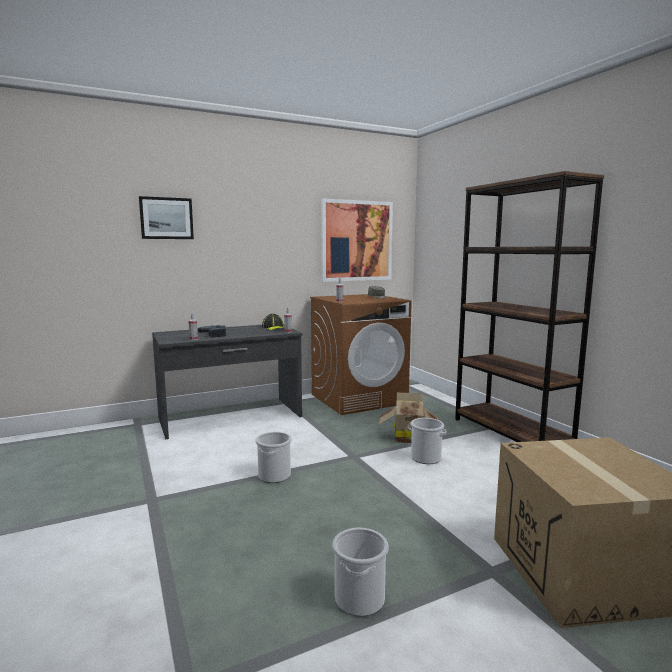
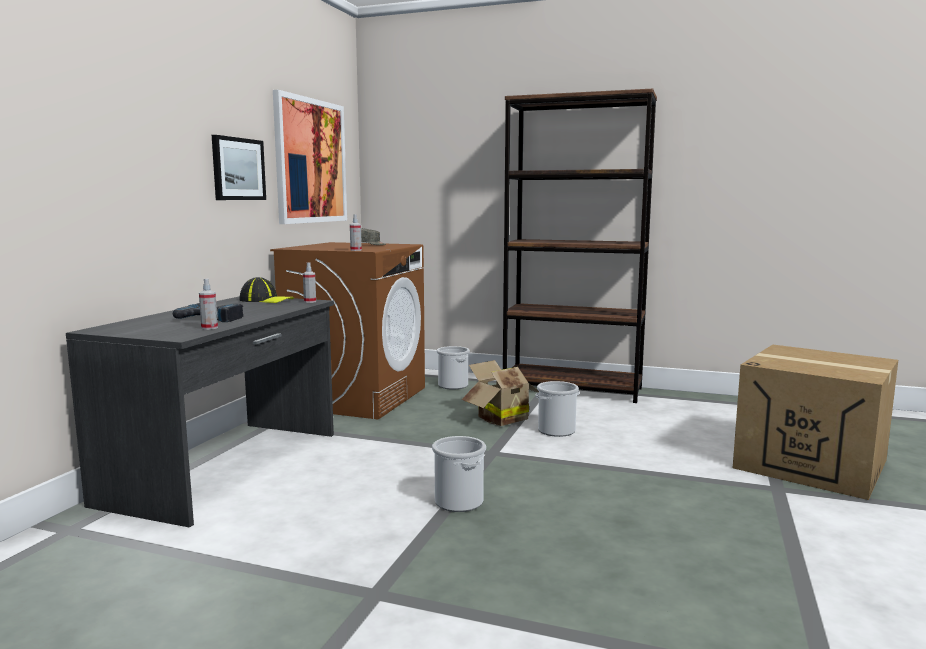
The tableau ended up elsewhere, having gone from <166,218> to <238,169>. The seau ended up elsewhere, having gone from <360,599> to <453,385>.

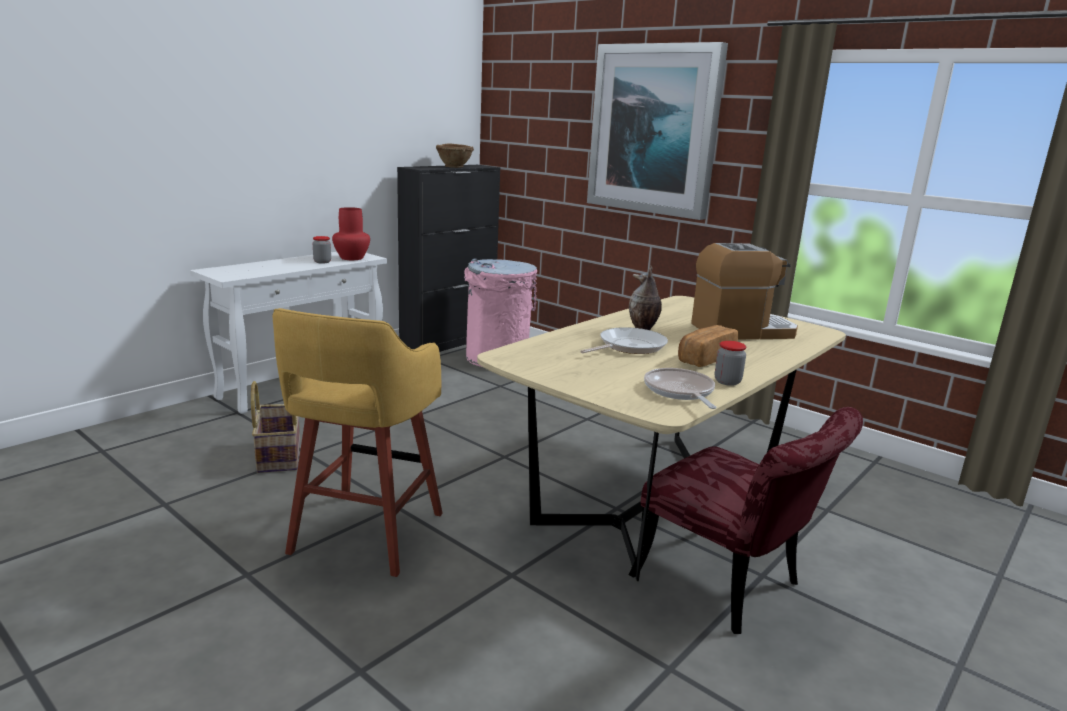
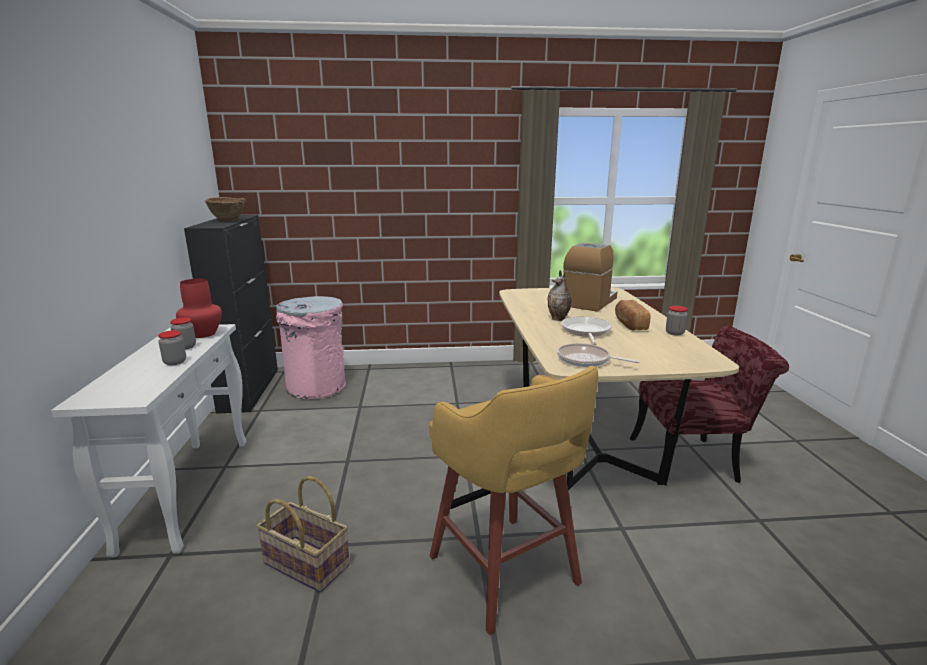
The second view gained the bocal at <175,362>. The poêle ended up elsewhere, having gone from <680,392> to <586,360>. The second view lost the tableau at <654,130>.

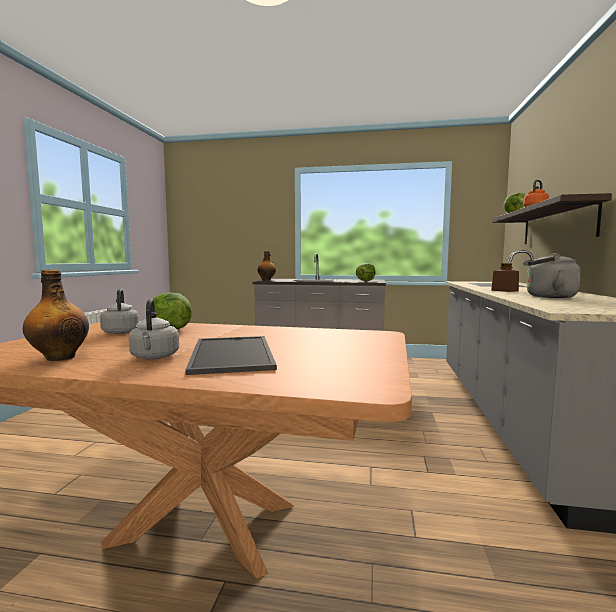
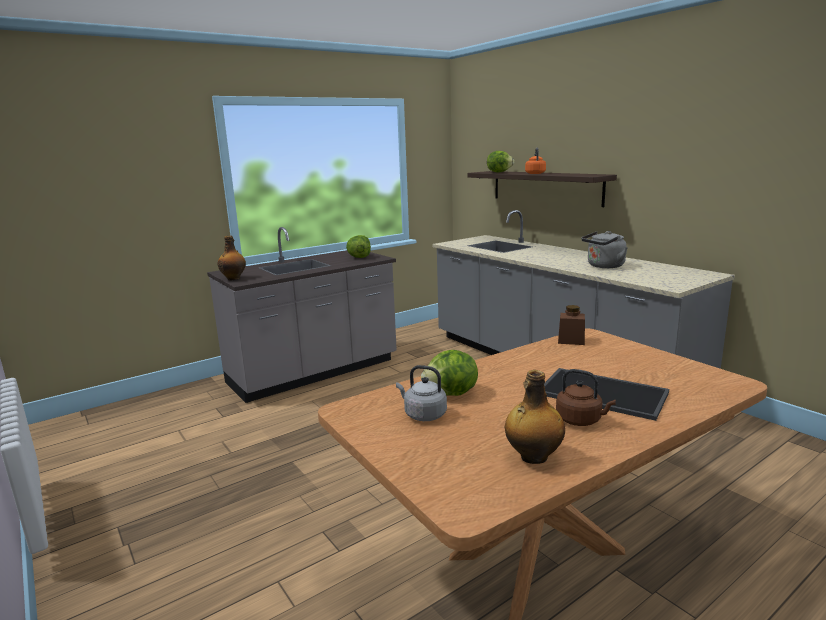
What was the bouilloire/gris at <154,357> turned into the bouilloire/marron at <581,420>. The bocal/marron ended up elsewhere, having gone from <504,290> to <571,340>.

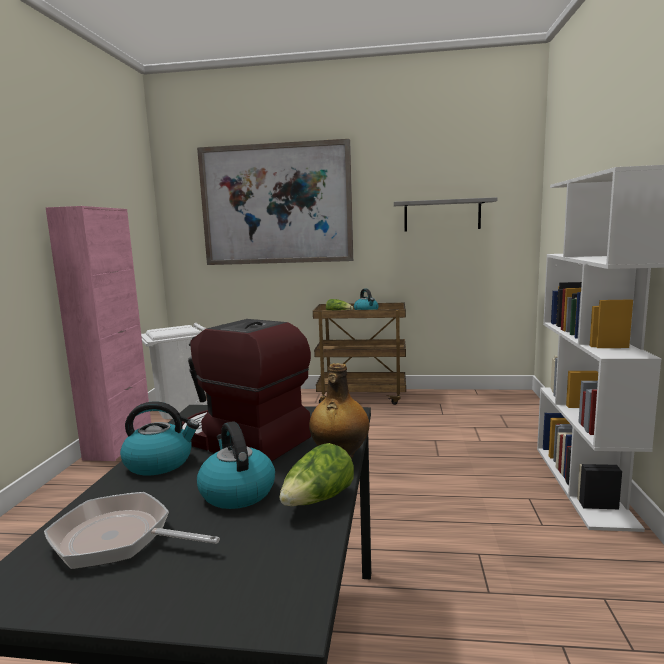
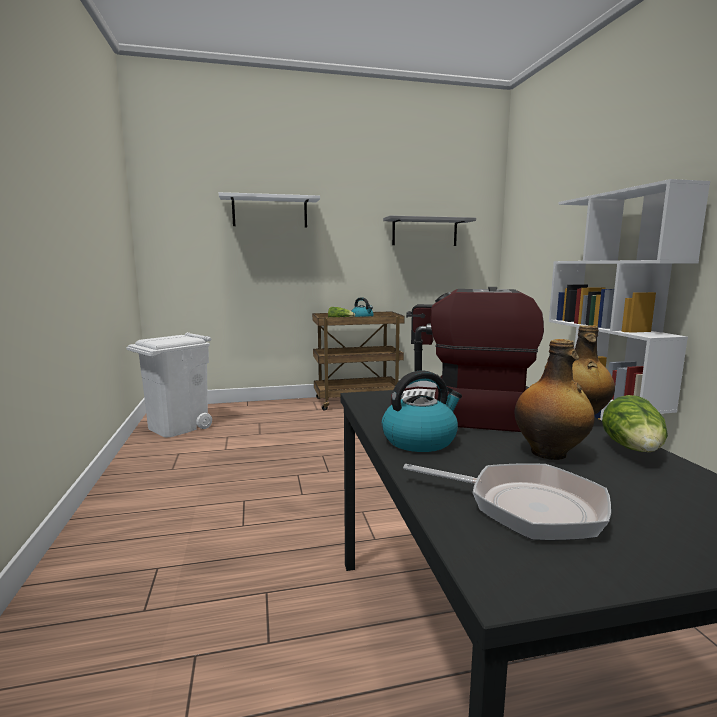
Where the tableau hung at <277,204>, the étagère/blanc came to hang at <270,212>. The poêle at <118,539> ended up facing another way, 150 degrees counterclockwise from before. Where the bouilloire stood at <236,492>, the bouteille came to stand at <550,453>. The second view lost the meuble de rangement/rose at <119,444>.

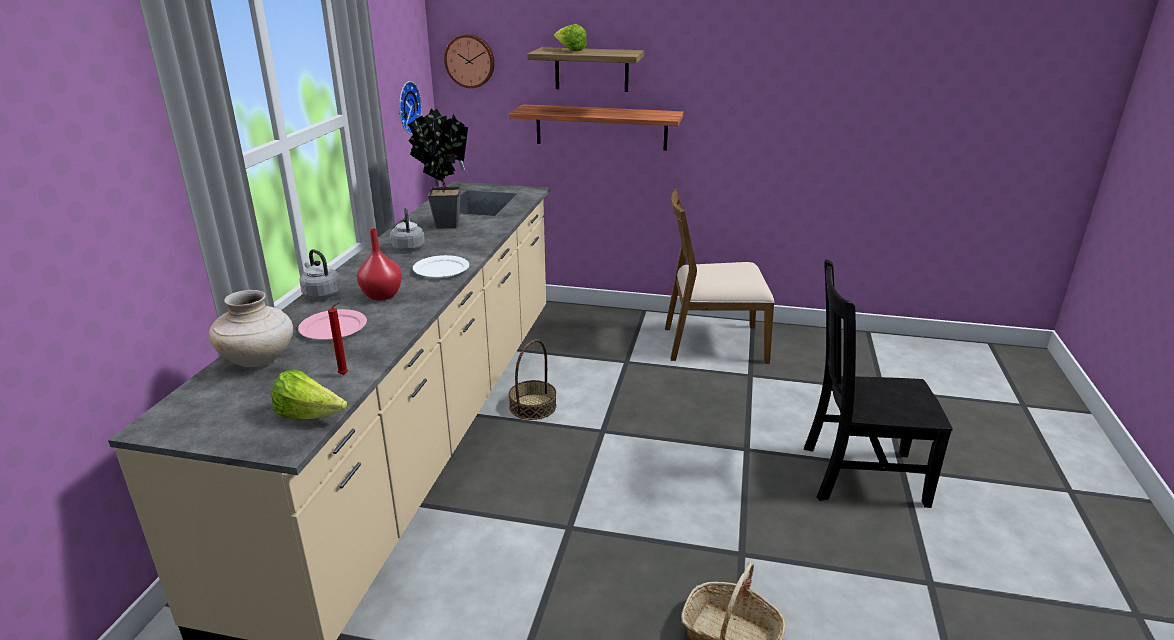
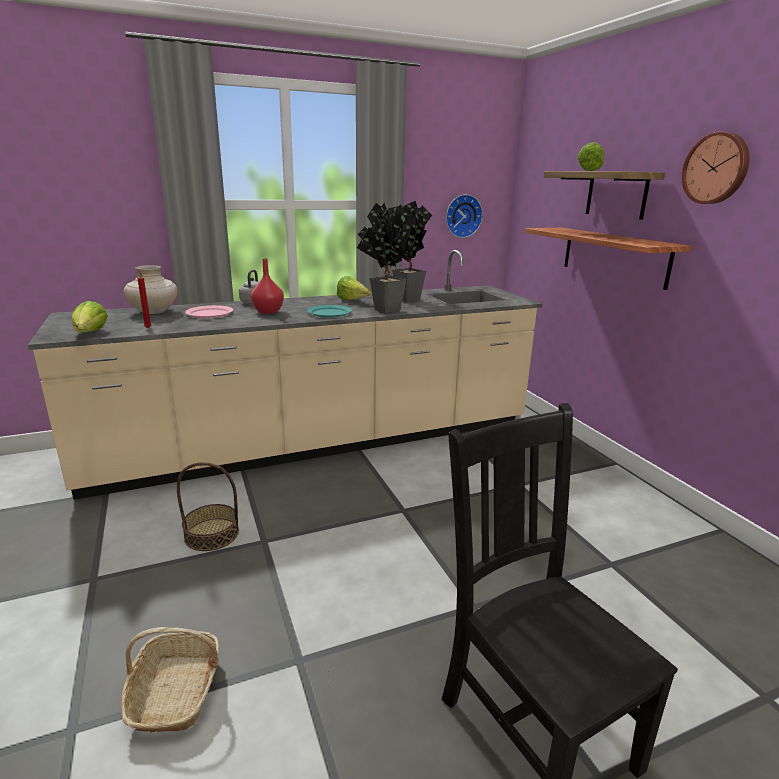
The panier ended up elsewhere, having gone from <532,406> to <212,534>. What was the assiette/blanc at <441,269> turned into the assiette/turquoise at <330,313>. Where the bouilloire/gris stood at <408,247>, the laitue came to stand at <352,301>. The second view gained the plante en pot at <382,310>. The horloge murale ended up elsewhere, having gone from <470,61> to <716,168>. The second view lost the chaise/marron at <713,343>.

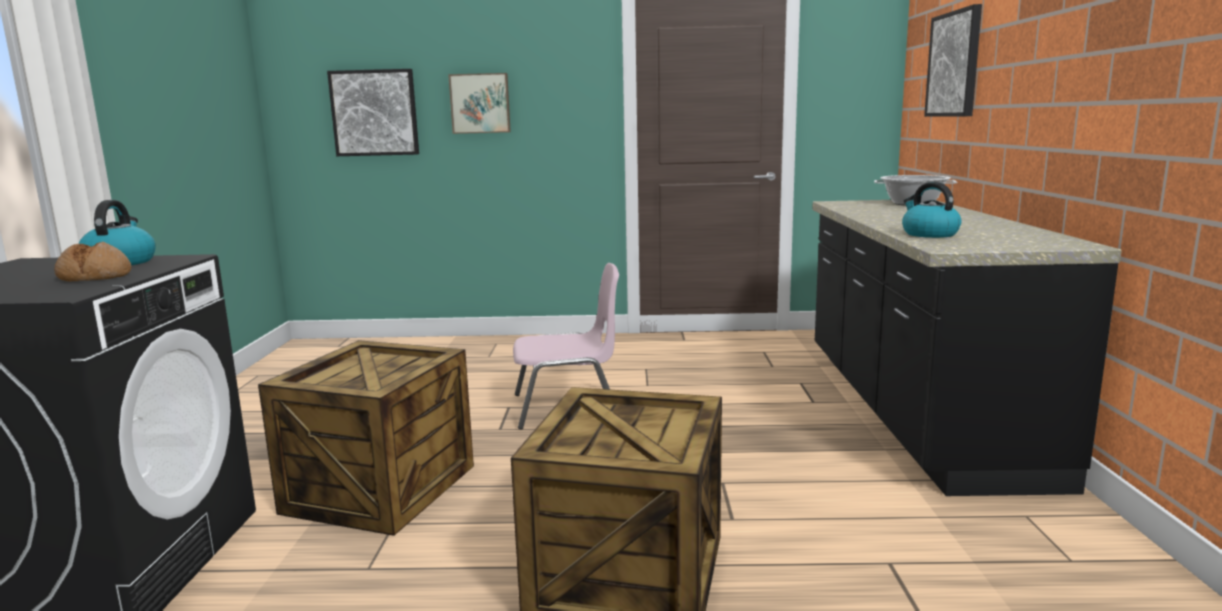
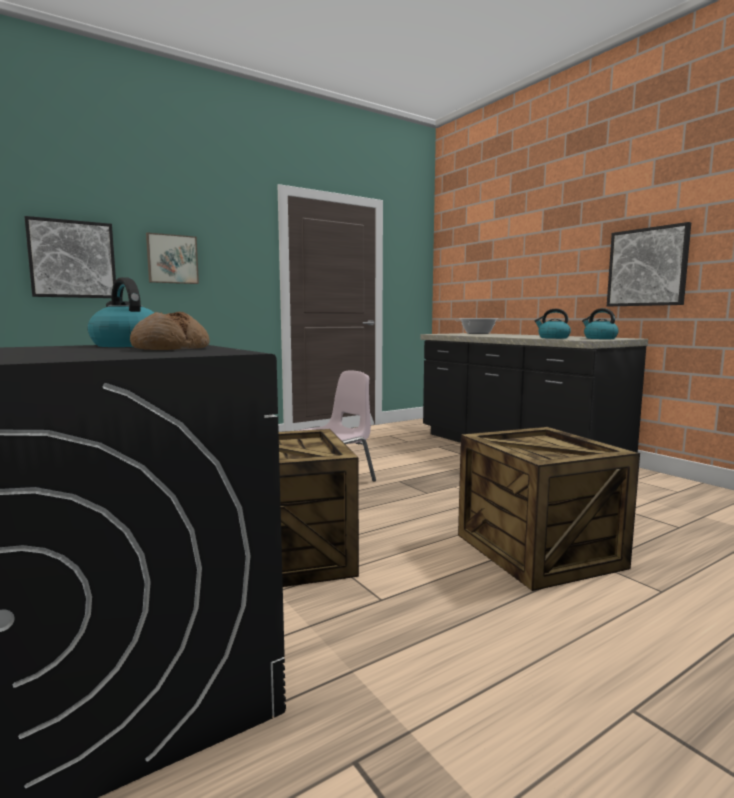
The second view gained the bouilloire at <599,338>. The tableau ended up elsewhere, having gone from <954,64> to <647,267>.

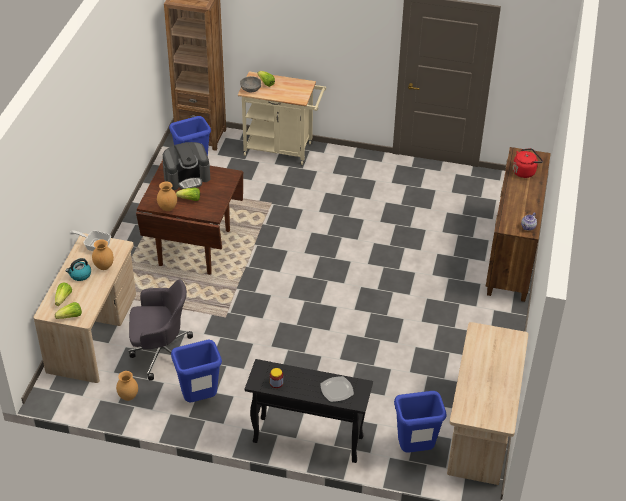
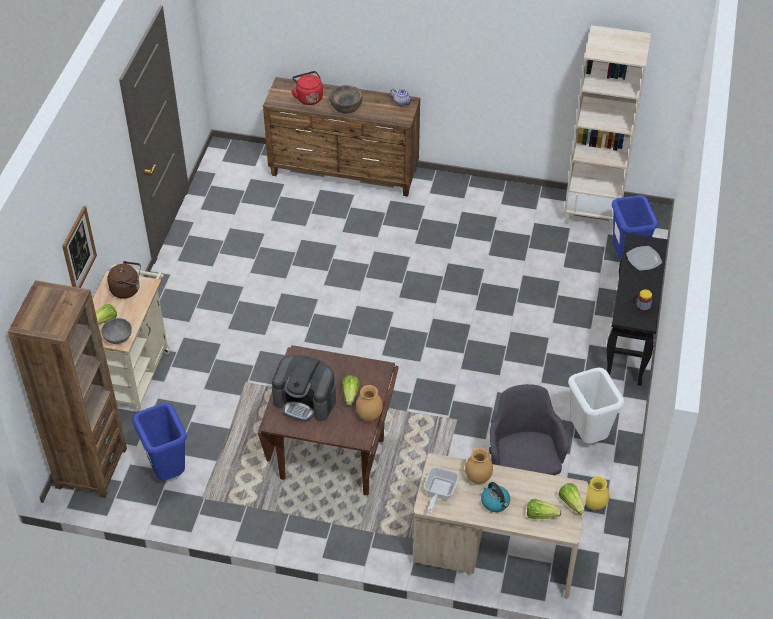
The second view gained the tableau at <78,250>. The second view gained the bouilloire/marron at <127,289>. The machine à café at <187,177> ended up facing another way, 135 degrees clockwise from before. The second view gained the bol/marron at <346,106>. Where the bureau/beige stood at <481,429>, the bibliothèque/beige came to stand at <593,212>. What was the poubelle/bleu at <199,399> turned into the poubelle/blanc at <588,436>. What was the vase/marron at <128,397> turned into the vase/jaune at <594,505>.

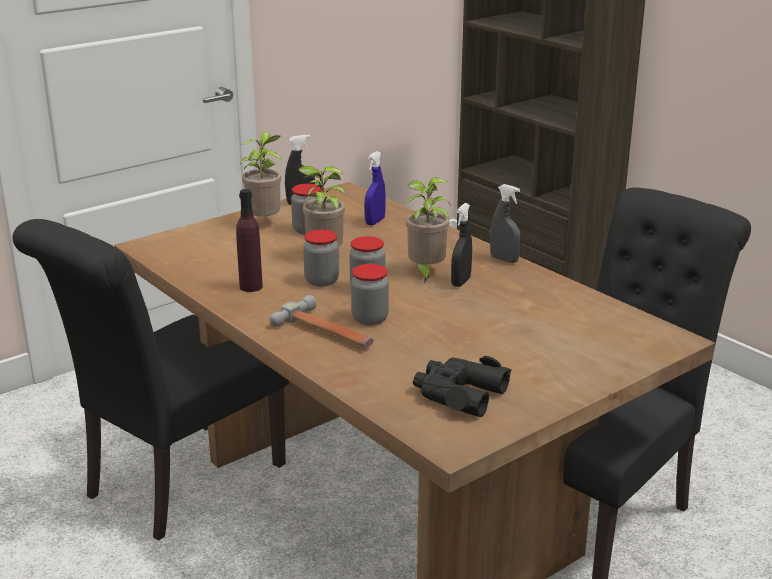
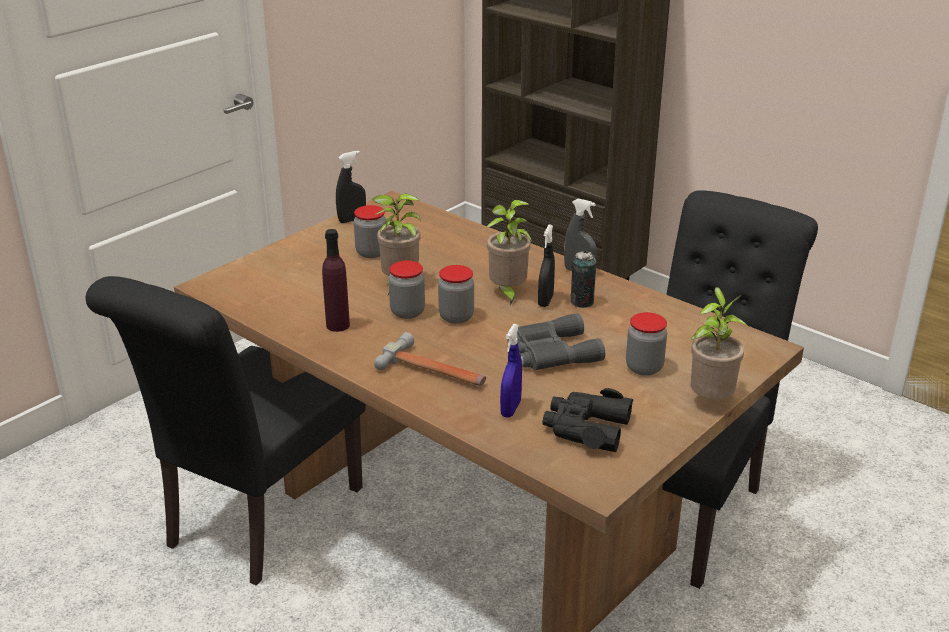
The vaporisateur/bleu ended up elsewhere, having gone from <375,222> to <510,409>. The second view gained the jumelles/gris at <550,352>. The second view gained the boîte métallique at <582,302>. The bocal ended up elsewhere, having gone from <370,319> to <644,367>. The plante en pot ended up elsewhere, having gone from <265,222> to <710,401>.

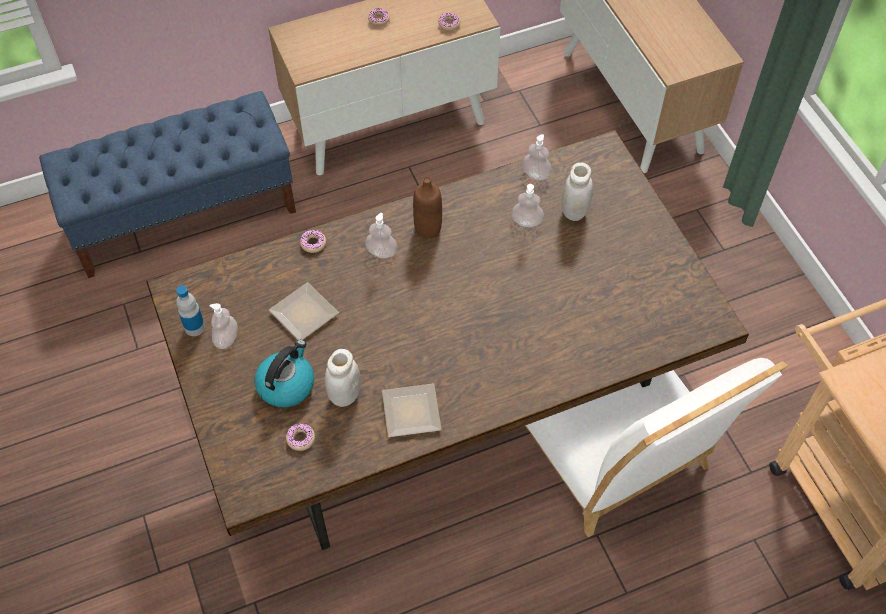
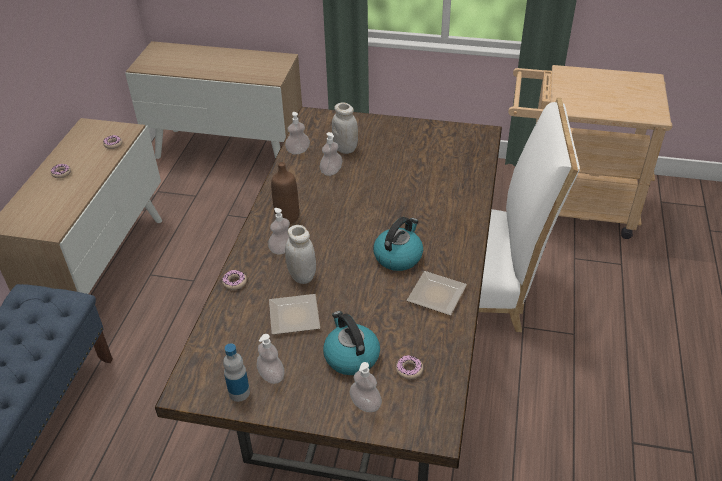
The bocal/blanc ended up elsewhere, having gone from <344,395> to <302,276>. The second view gained the distributeur de savon at <365,404>. The second view gained the bouilloire at <398,256>.

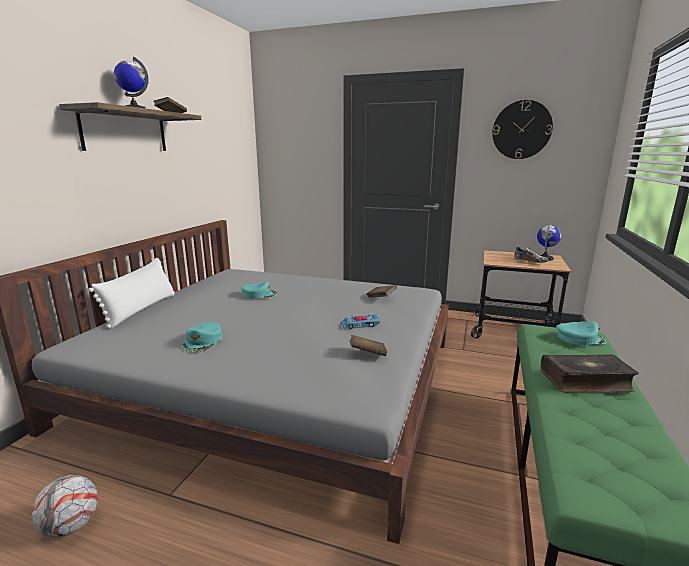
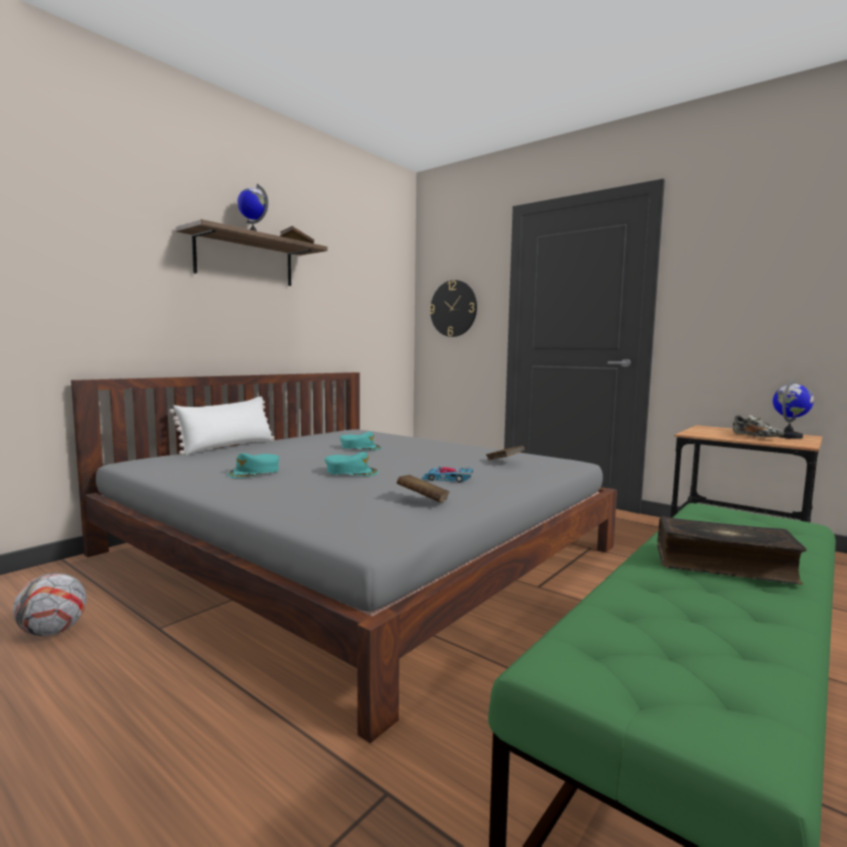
The casquette/turquoise ended up elsewhere, having gone from <579,338> to <351,471>. The horloge murale ended up elsewhere, having gone from <521,130> to <453,308>.

